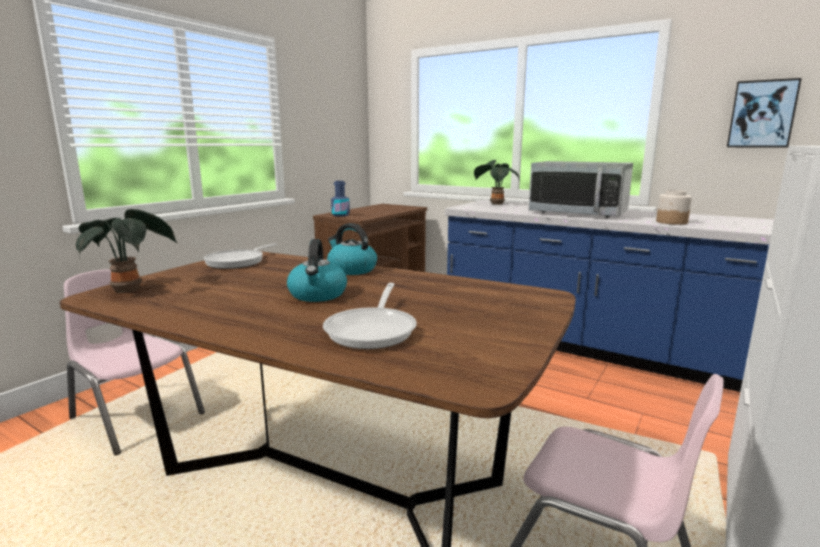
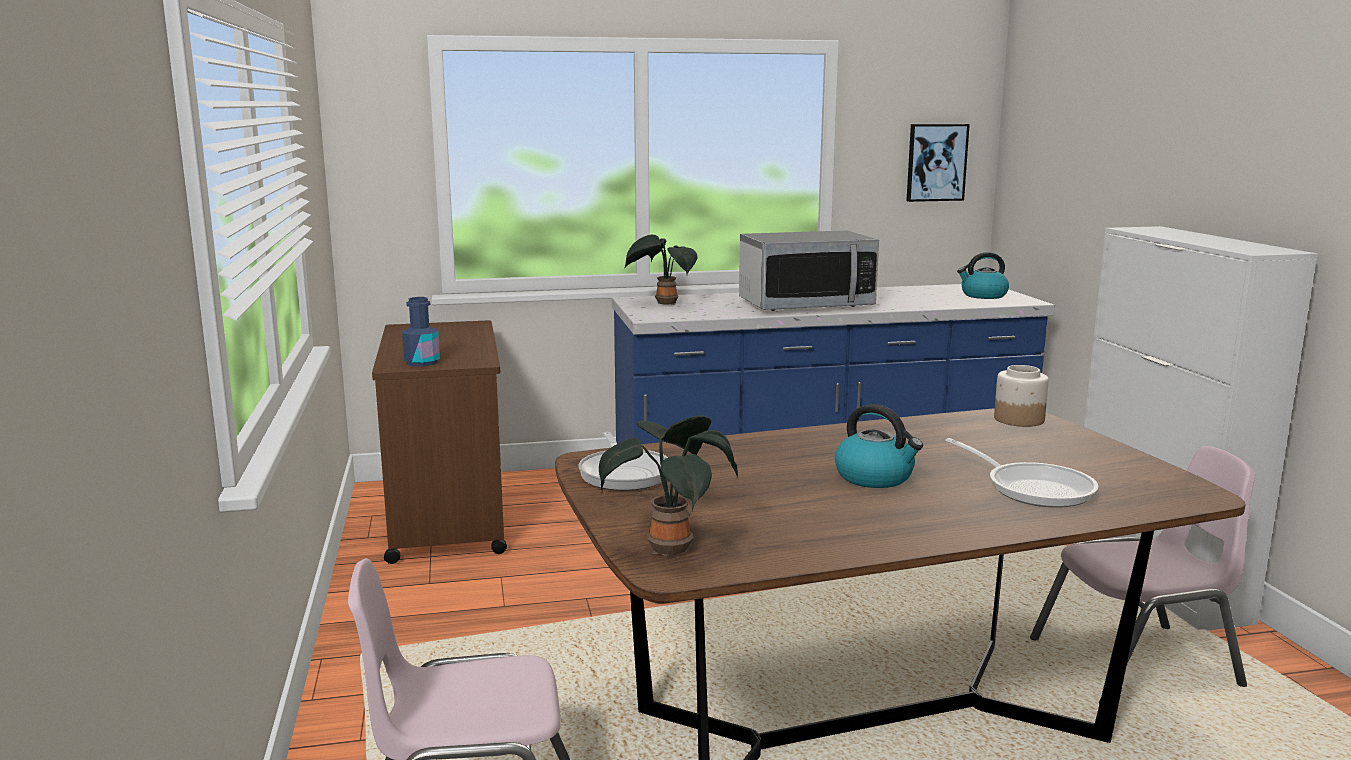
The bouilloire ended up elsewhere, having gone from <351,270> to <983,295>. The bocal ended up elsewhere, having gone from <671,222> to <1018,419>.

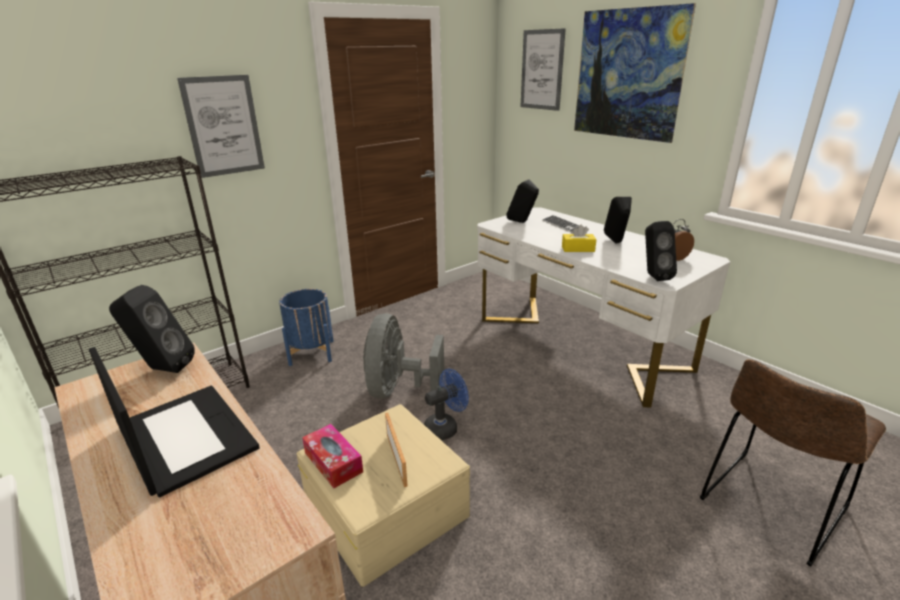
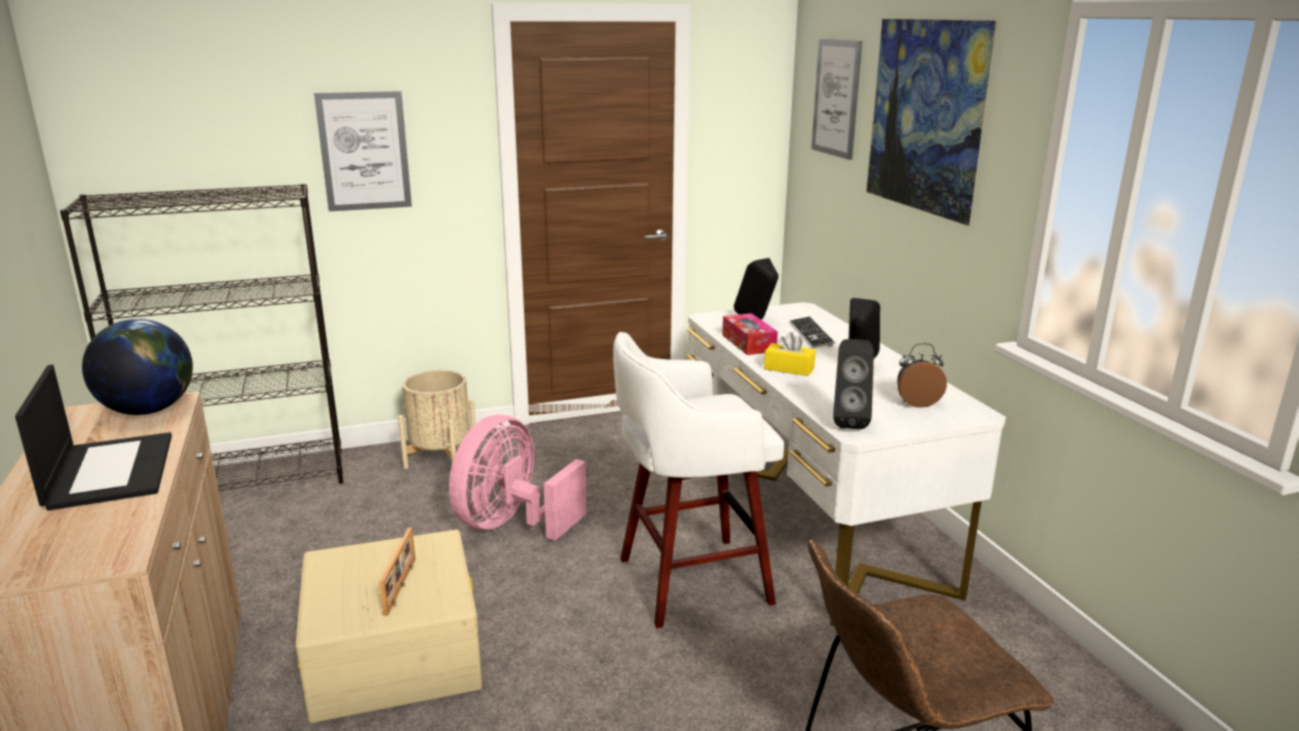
Where the enceinte/noir stood at <161,369>, the globe came to stand at <148,410>. What was the cache-pot/bleu at <312,353> turned into the cache-pot/beige at <441,458>. What was the ventilateur/gris at <398,389> turned into the ventilateur/rose at <511,524>. The second view gained the tabouret/blanc at <689,581>. The boîte à mouchoirs ended up elsewhere, having gone from <333,462> to <748,343>. The second view lost the ventilateur/bleu at <445,427>.

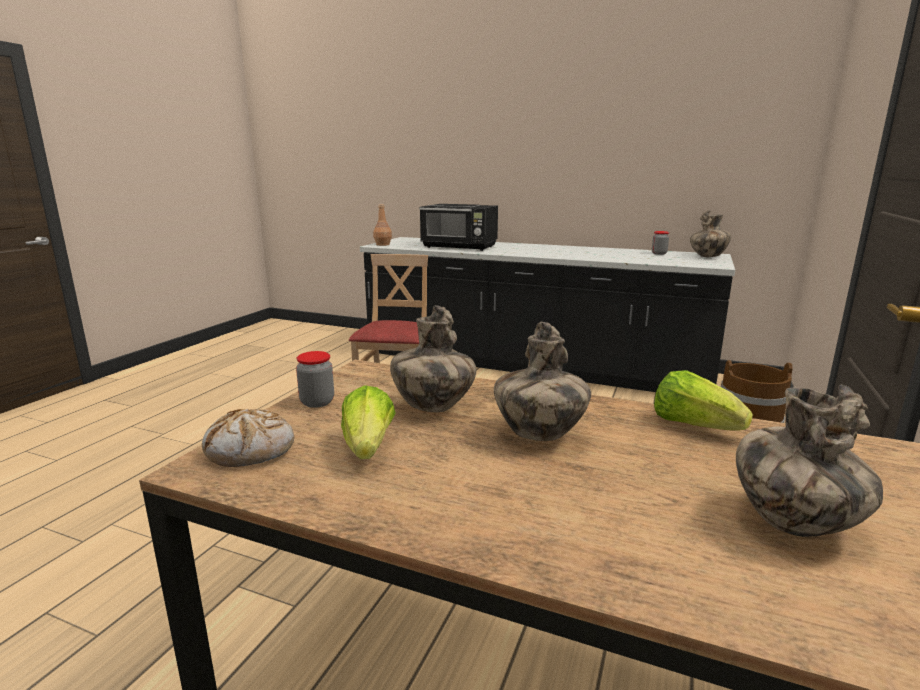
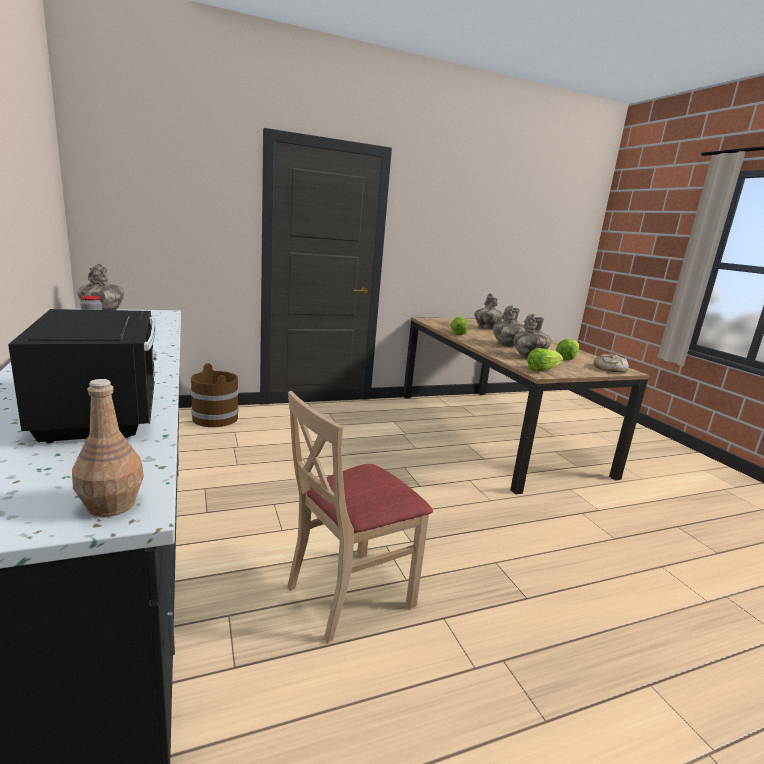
The second view gained the laitue at <542,370>. The second view lost the bocal at <317,402>.

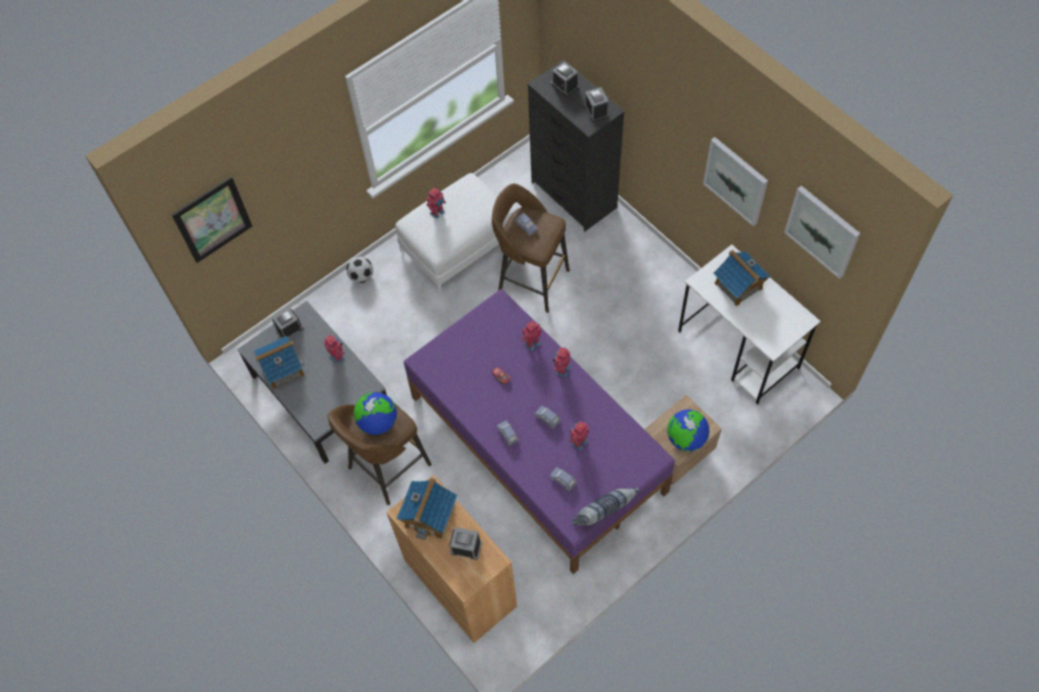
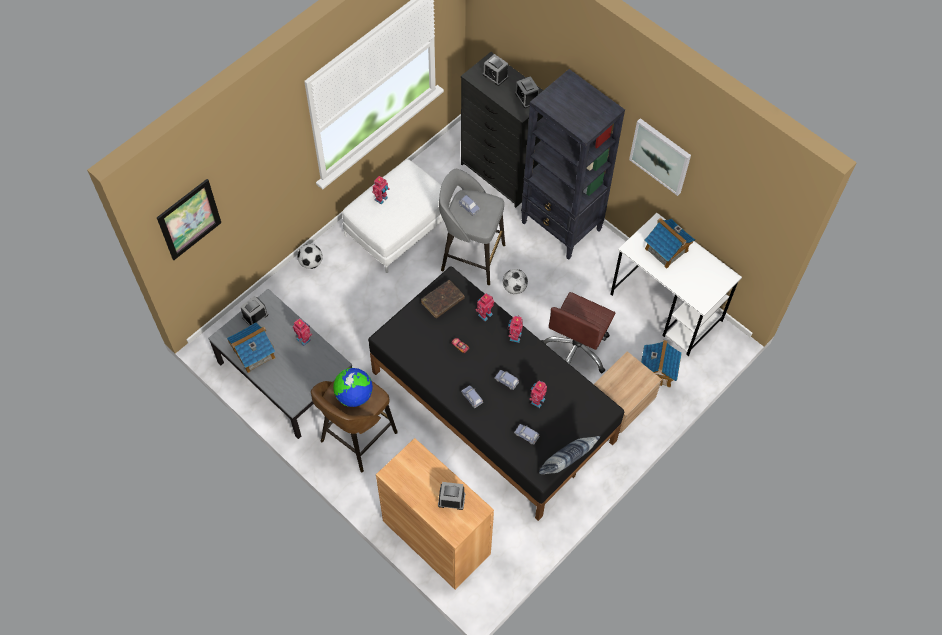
What was the lit/violet at <536,445> turned into the lit/noir at <492,407>. The second view gained the livre/marron at <442,301>. What was the tabouret/marron at <531,281> turned into the tabouret/gris at <471,256>. The second view gained the ballon de foot at <514,288>. The second view gained the bibliothèque/noir at <561,227>. The second view gained the chaise de bureau/marron at <576,349>. The maison miniature ended up elsewhere, having gone from <429,515> to <657,371>. The second view lost the globe at <686,439>. The second view lost the tableau at <822,231>.

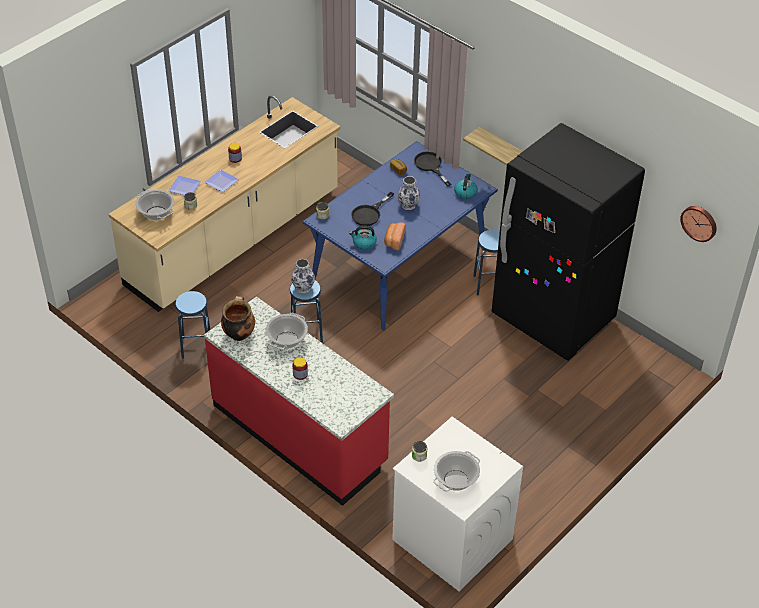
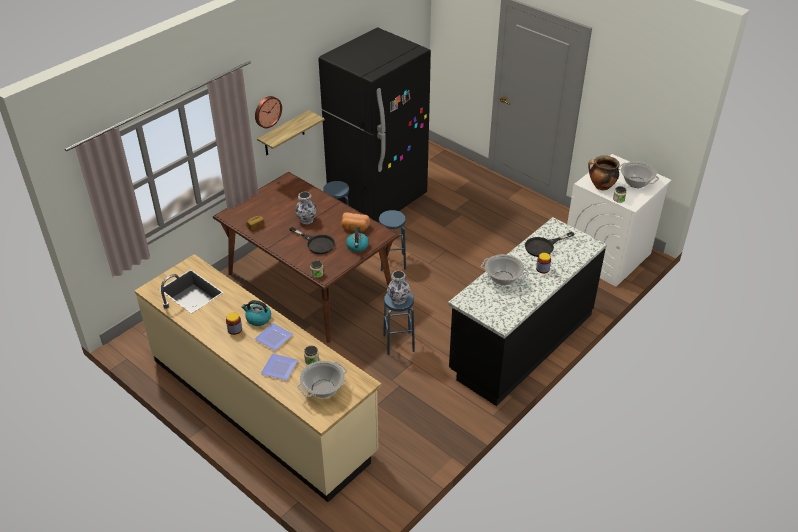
What was the table à manger/bleu at <399,265> turned into the table à manger/marron at <311,283>. The bouilloire ended up elsewhere, having gone from <465,192> to <258,319>. The horloge murale ended up elsewhere, having gone from <699,222> to <267,111>. The tabouret/bleu ended up elsewhere, having gone from <196,347> to <392,262>. What was the comptoir de cuisine/rouge at <300,434> turned into the comptoir de cuisine/noir at <521,343>. The poêle/noir ended up elsewhere, having gone from <430,166> to <543,246>. The marmite ended up elsewhere, having gone from <239,334> to <601,186>.

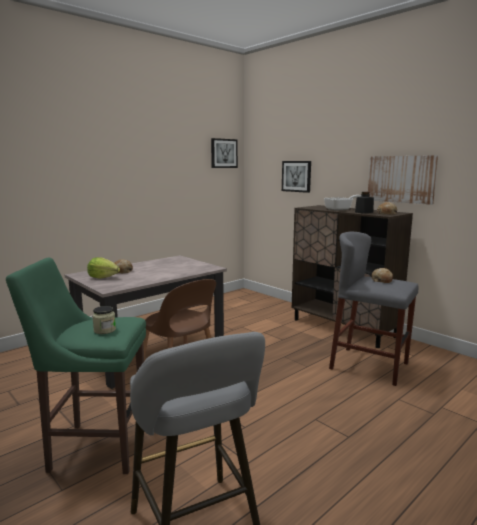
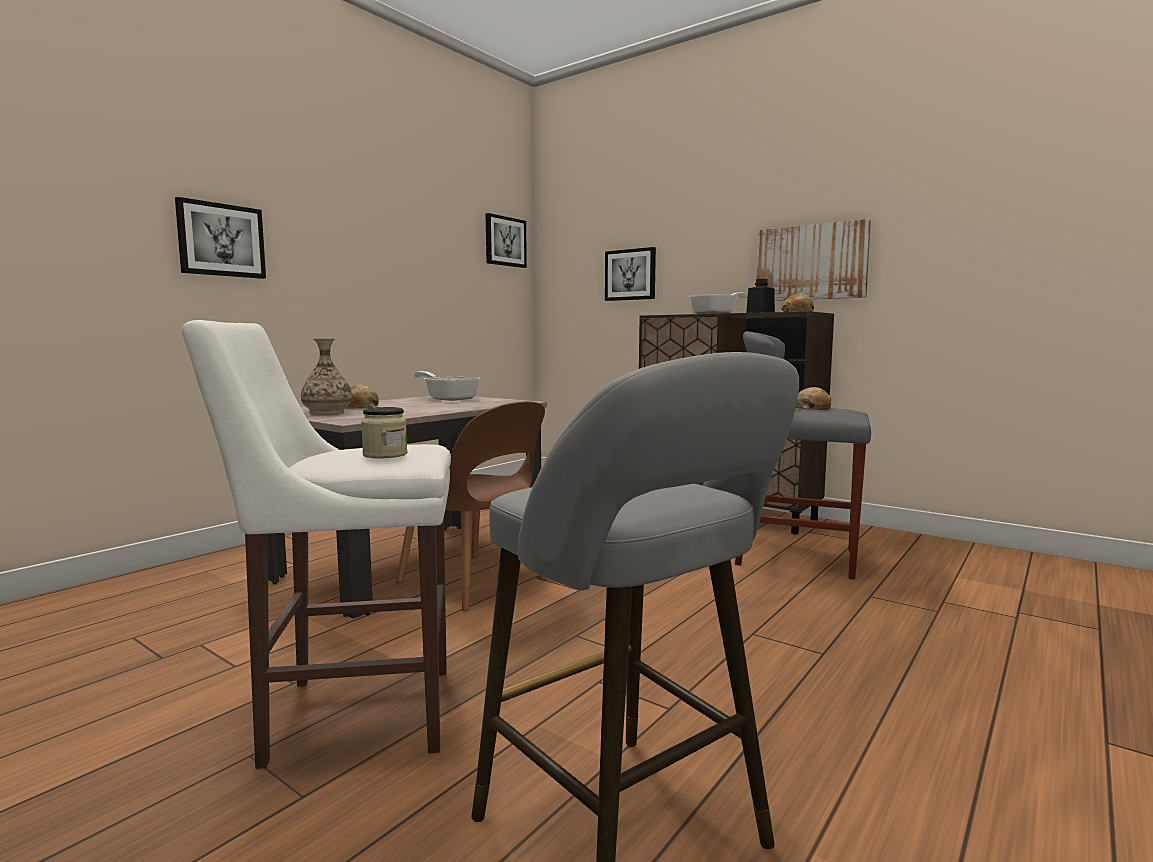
The second view gained the tableau at <221,240>. What was the tabouret/vert at <94,447> turned into the tabouret/blanc at <351,713>. Where the laitue stood at <103,277>, the vase came to stand at <327,412>. The second view gained the poêle at <448,399>.

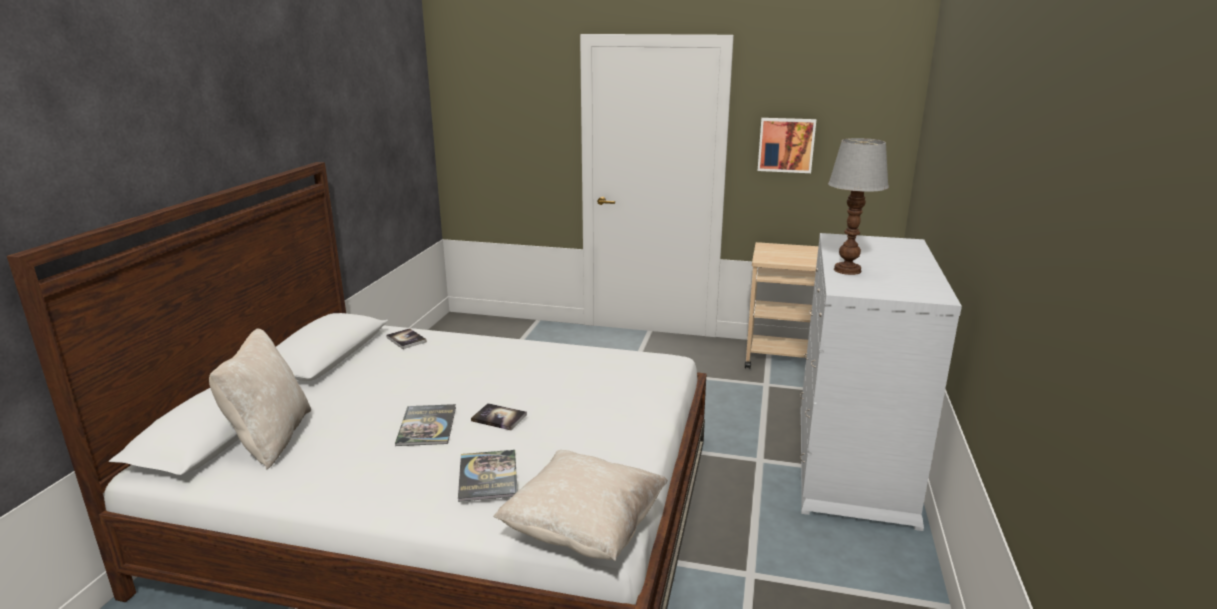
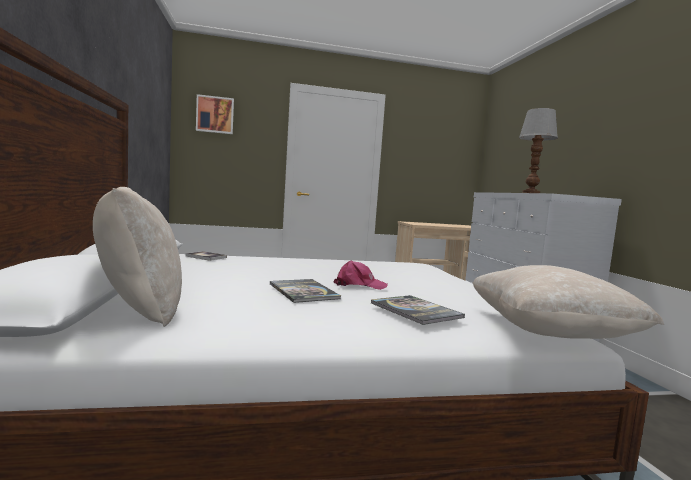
The tableau ended up elsewhere, having gone from <786,145> to <215,115>. Where the livre stood at <499,418>, the casquette/rose came to stand at <359,285>.

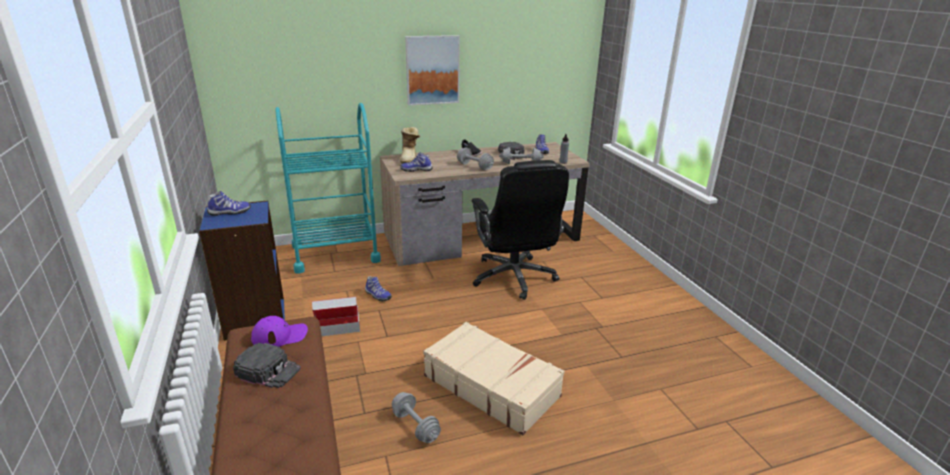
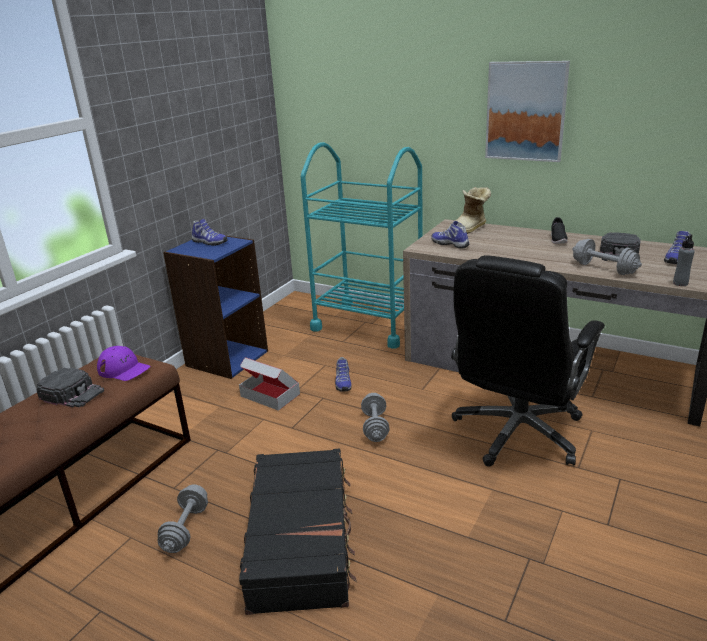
The casquette/noir at <268,370> ended up facing another way, 45 degrees counterclockwise from before. What was the valise/beige at <491,385> turned into the valise/noir at <301,539>. The haltère/gris ended up elsewhere, having gone from <474,166> to <375,427>.

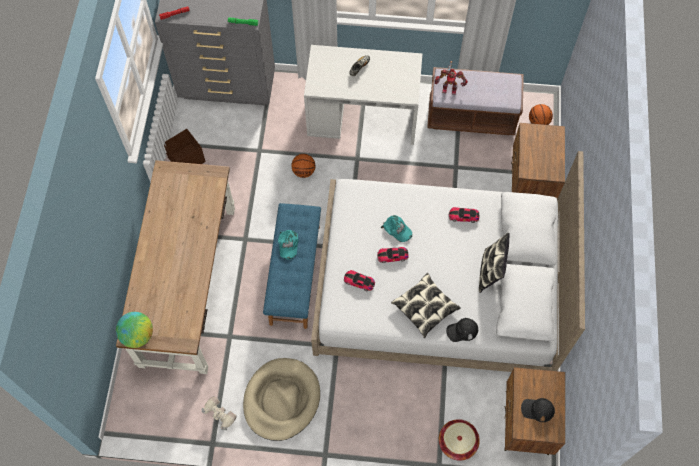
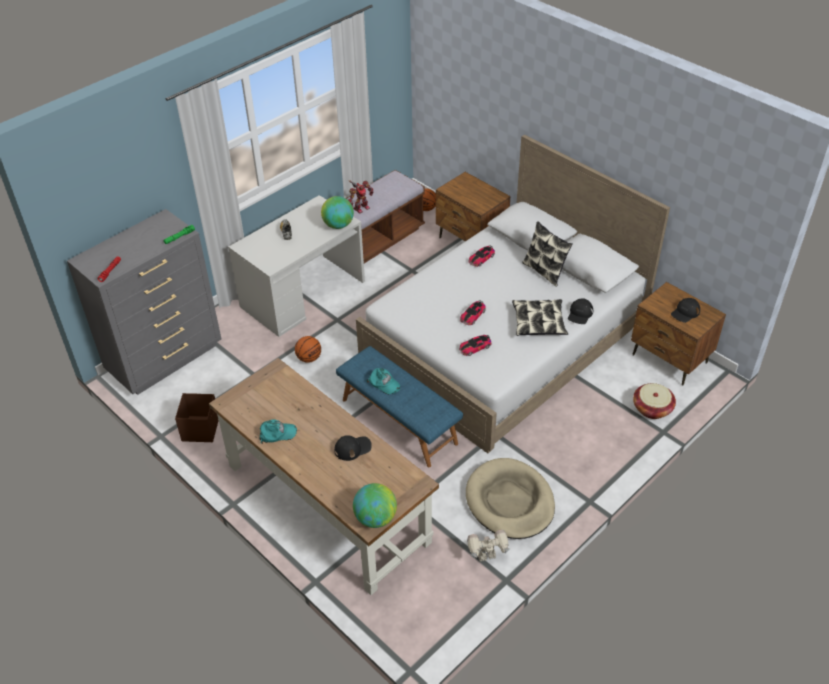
The casquette/turquoise ended up elsewhere, having gone from <397,229> to <277,433>. The second view gained the globe at <338,225>. The second view gained the casquette/noir at <353,448>.

